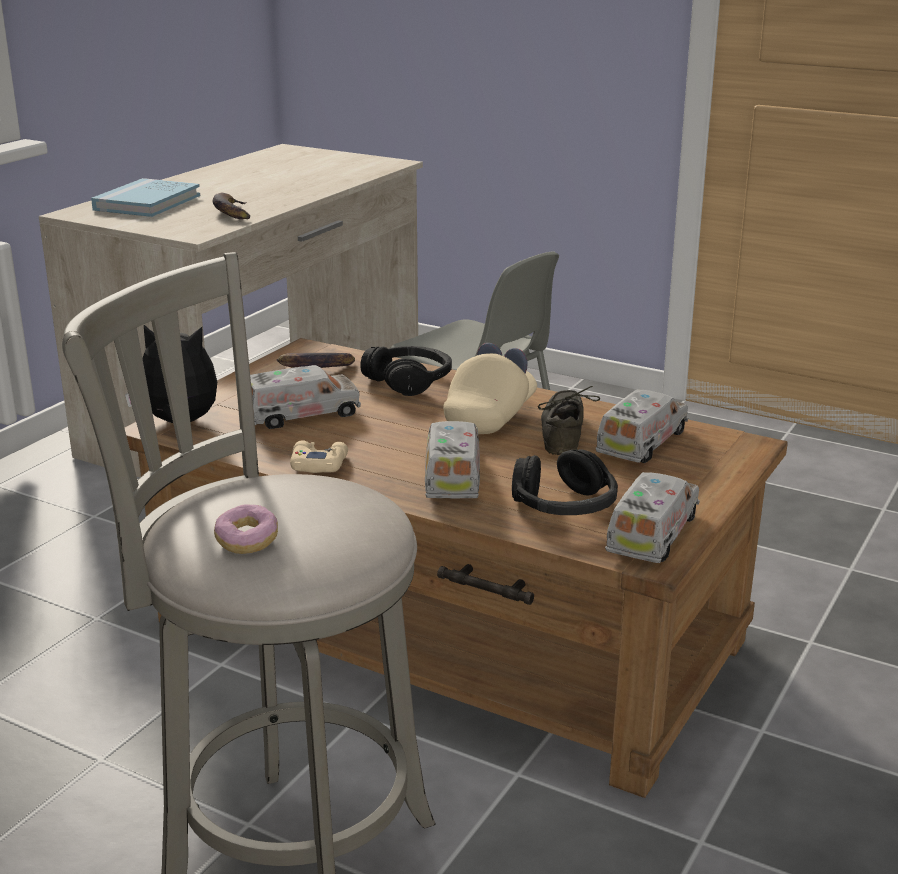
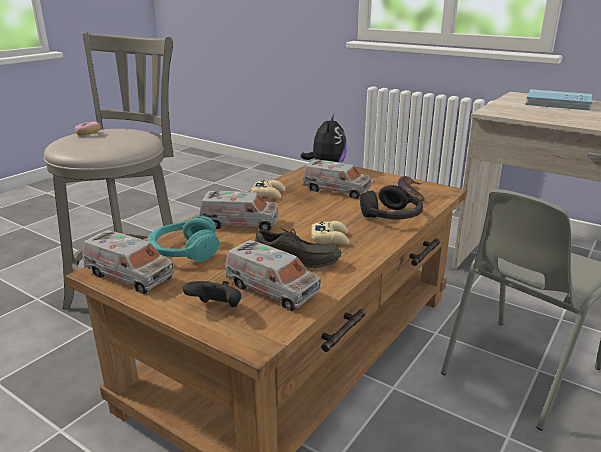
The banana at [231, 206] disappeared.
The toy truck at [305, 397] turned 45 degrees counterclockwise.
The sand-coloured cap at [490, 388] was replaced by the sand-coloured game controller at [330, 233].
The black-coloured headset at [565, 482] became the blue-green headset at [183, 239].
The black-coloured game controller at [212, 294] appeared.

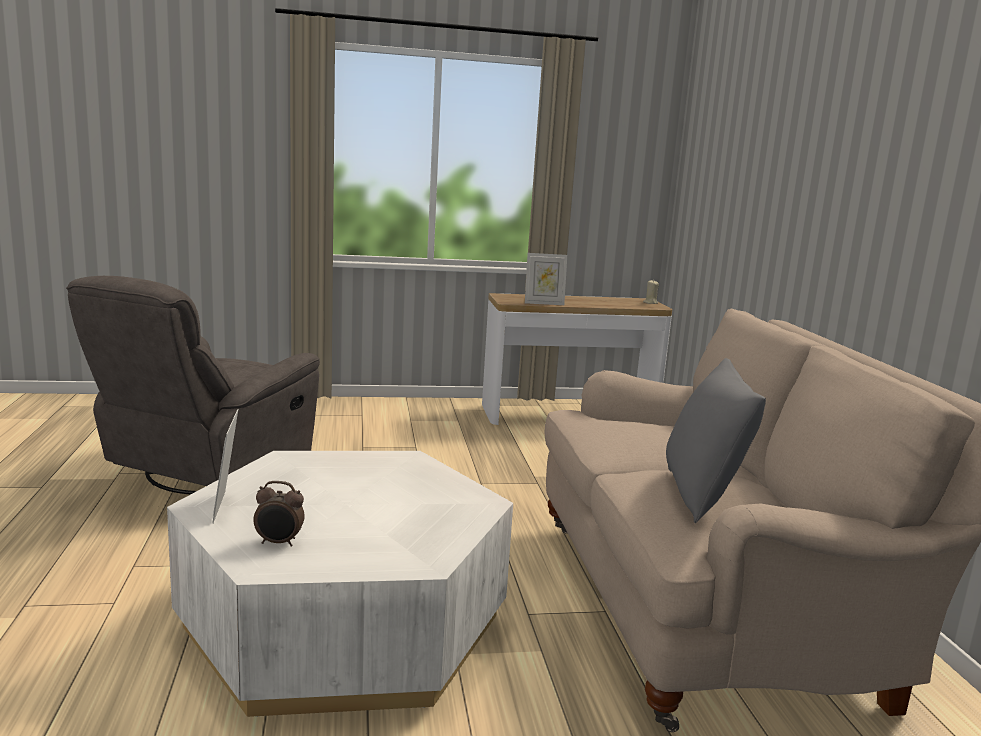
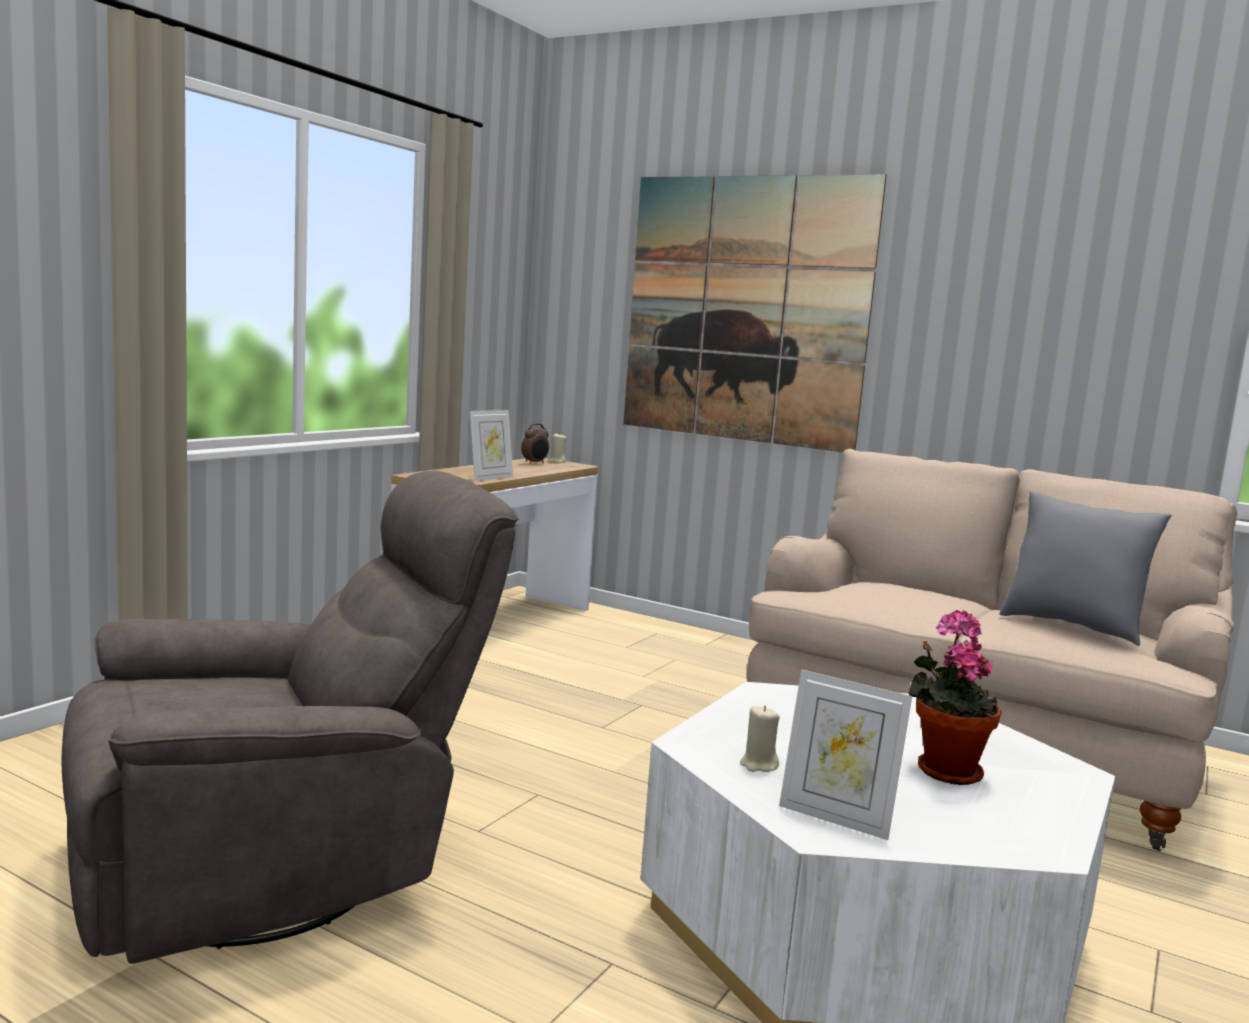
The grey lounge chair at [193, 385] turned 90 degrees counterclockwise.
The bedside clock moved from [278, 514] to [535, 443].
The wall art at [755, 313] appeared.
The sand-coloured wax candle at [760, 738] appeared.
The potted plant at [955, 697] appeared.

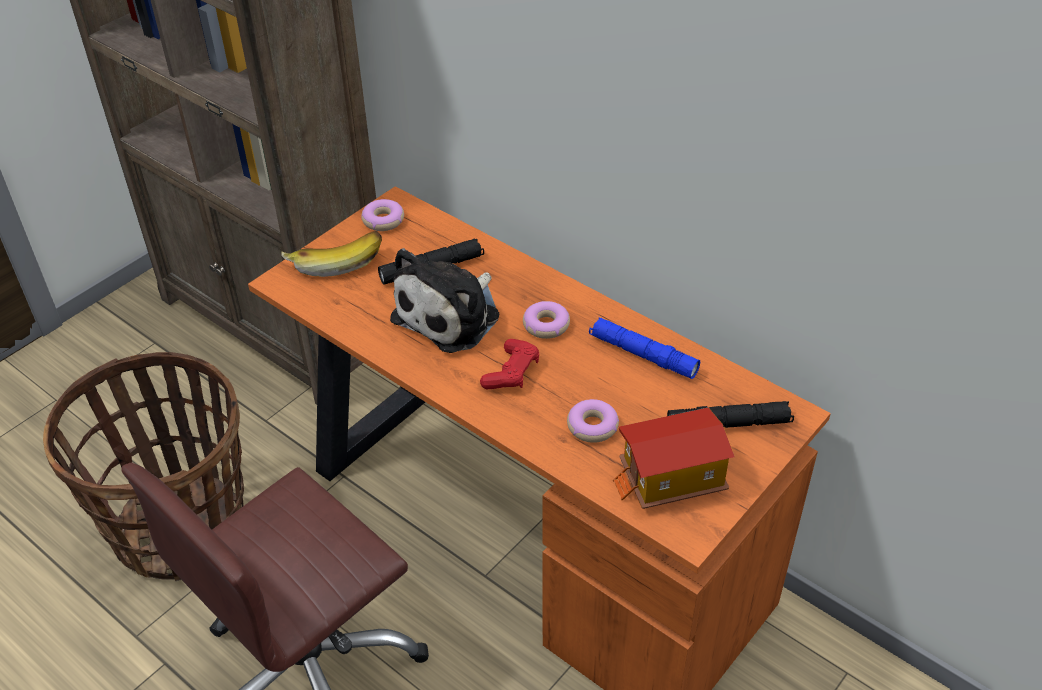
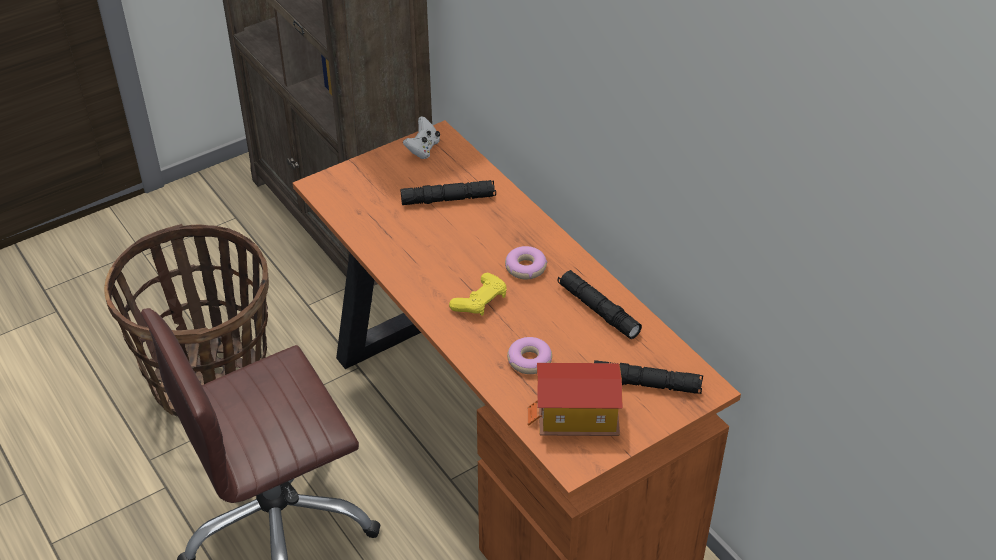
The banana at [331, 254] disappeared.
The donut at [382, 215] was replaced by the whitish game controller at [421, 137].
The plush toy at [444, 300] disappeared.
The red-coloured game controller at [509, 364] became the yellow-coloured game controller at [478, 294].
The blue flashlight at [644, 348] became the black-coloured flashlight at [599, 304].

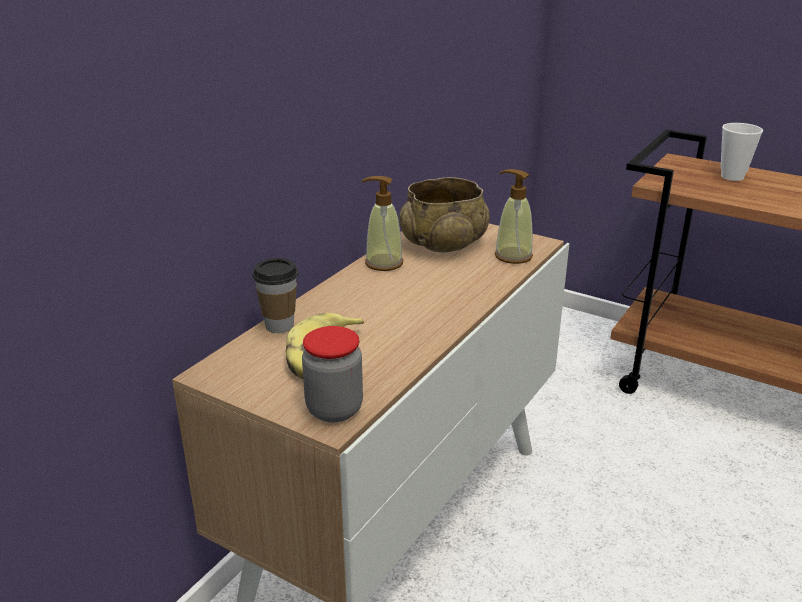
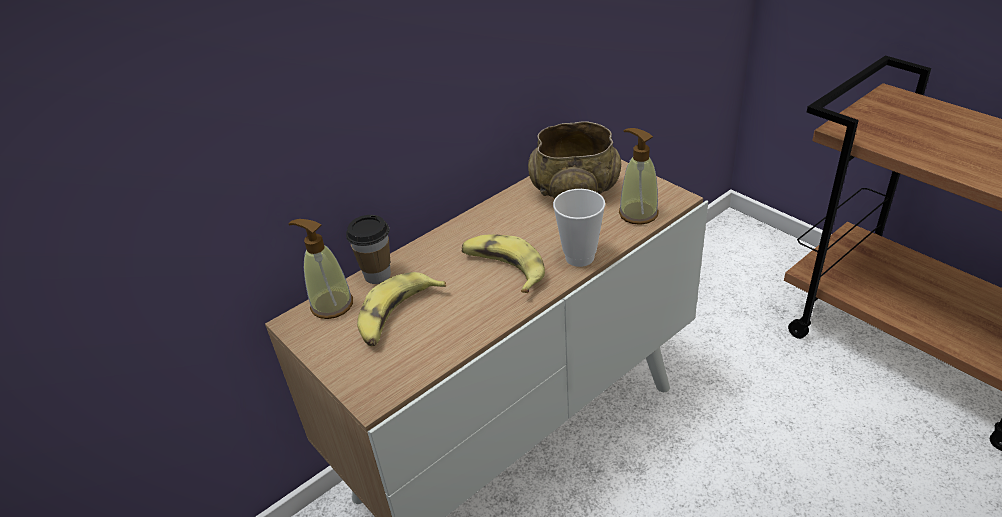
The storage jar at [332, 374] disappeared.
The soap dispenser moved from [382, 223] to [320, 269].
The small cup moved from [742, 152] to [579, 228].
The banana at [503, 263] appeared.

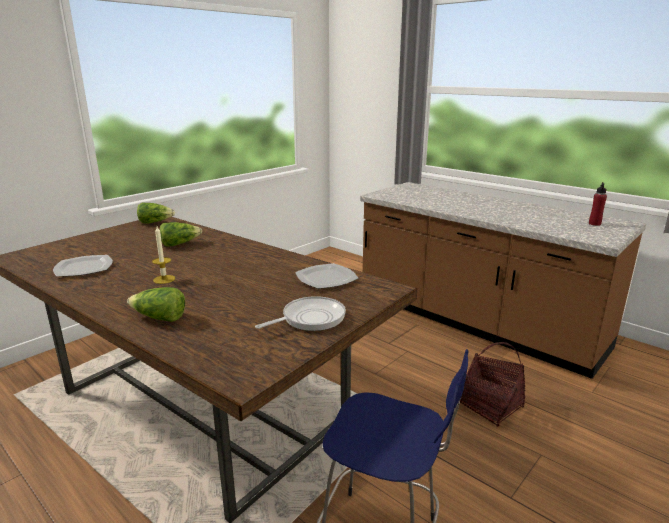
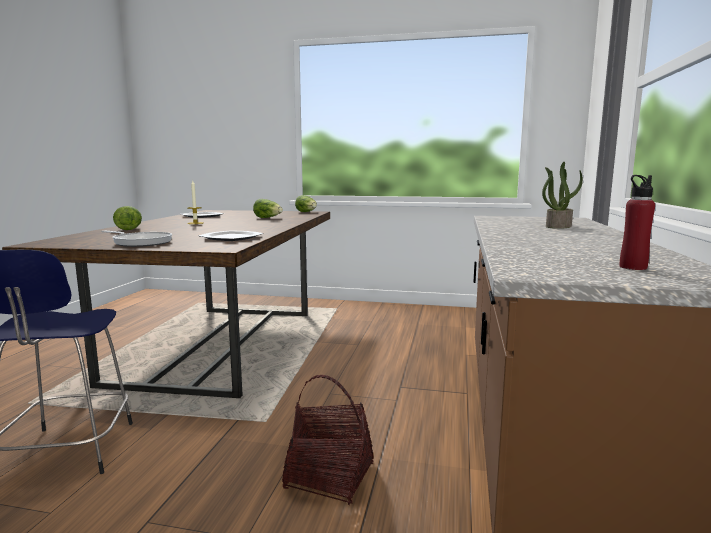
The potted plant at [562, 195] appeared.

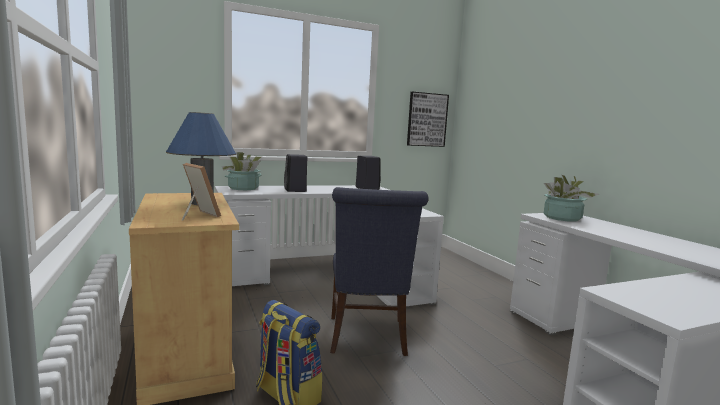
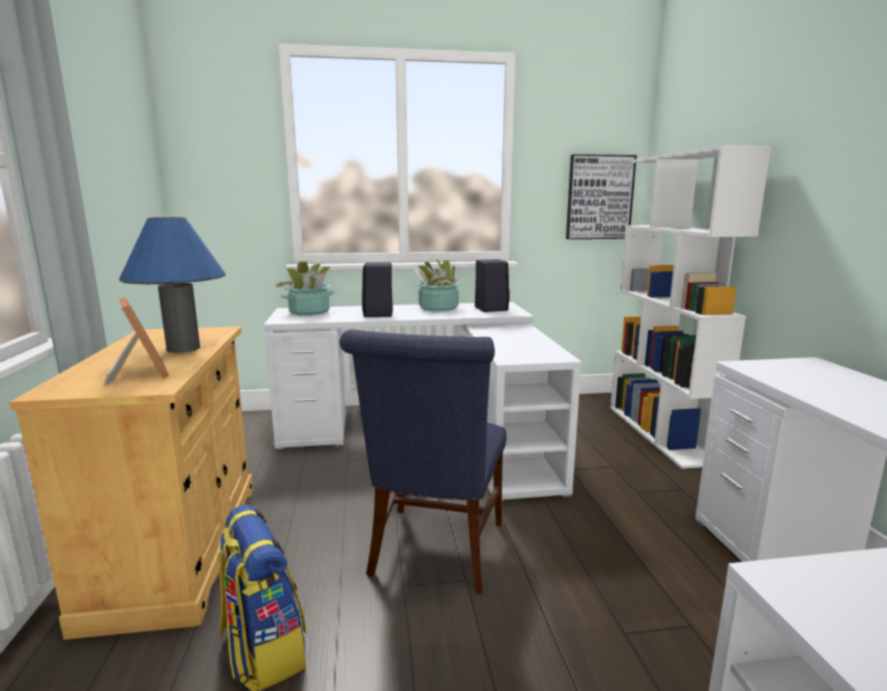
The potted plant moved from [571, 198] to [437, 285].
The whitish bookcase at [690, 307] appeared.

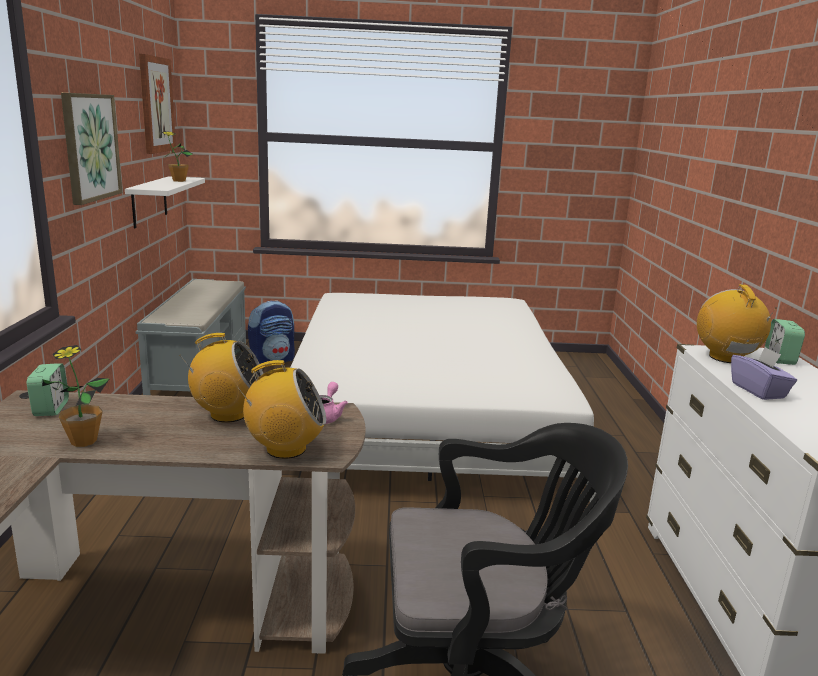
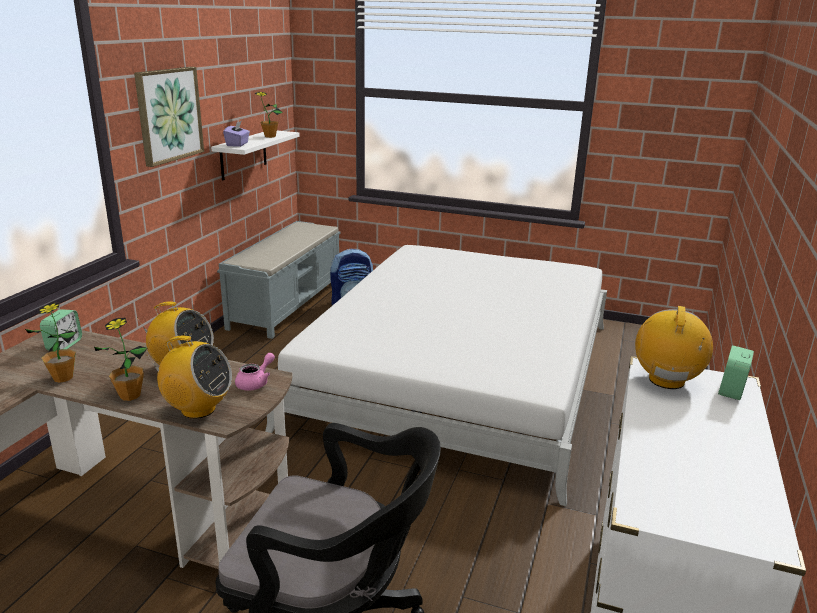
The wall art at [157, 104] disappeared.
The purplish tissue holder moved from [764, 373] to [236, 134].
The potted plant at [120, 359] appeared.

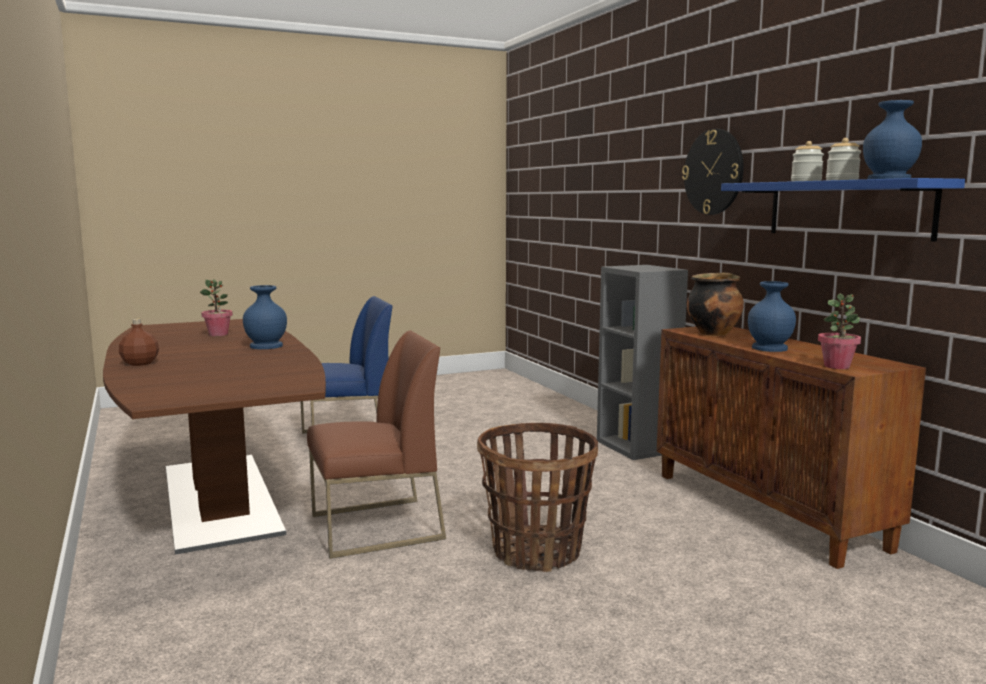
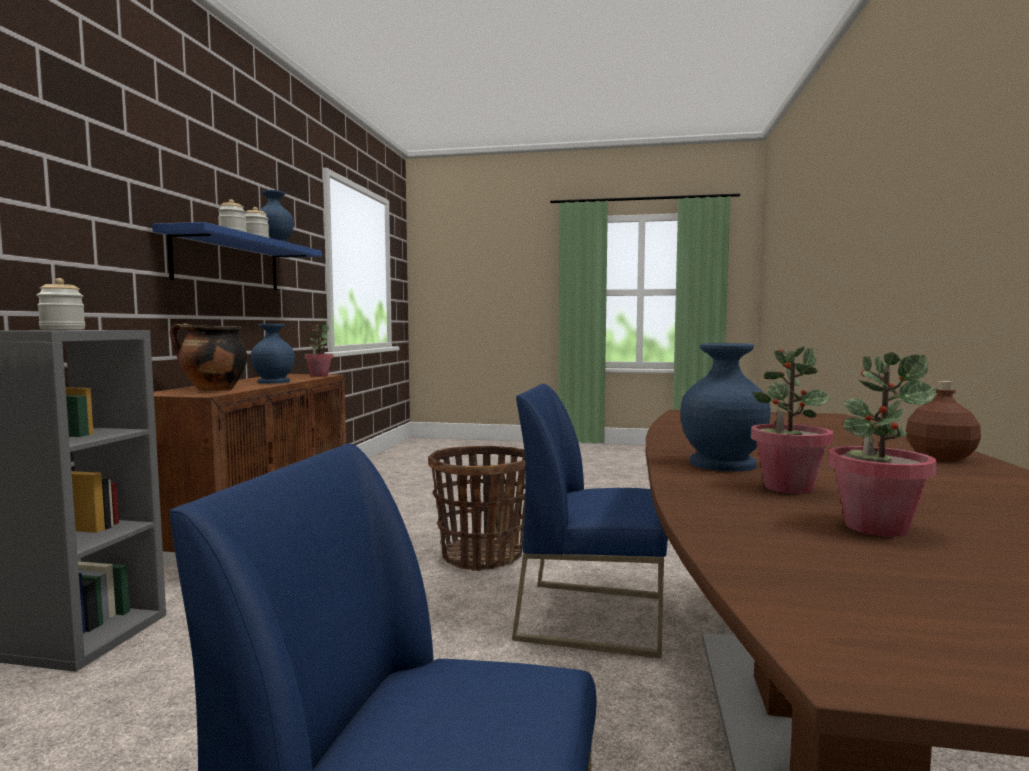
The brown chair at [376, 444] became the blue chair at [590, 521].
The wall clock at [713, 172] disappeared.
The storage jar at [61, 304] appeared.
The potted plant at [792, 420] appeared.

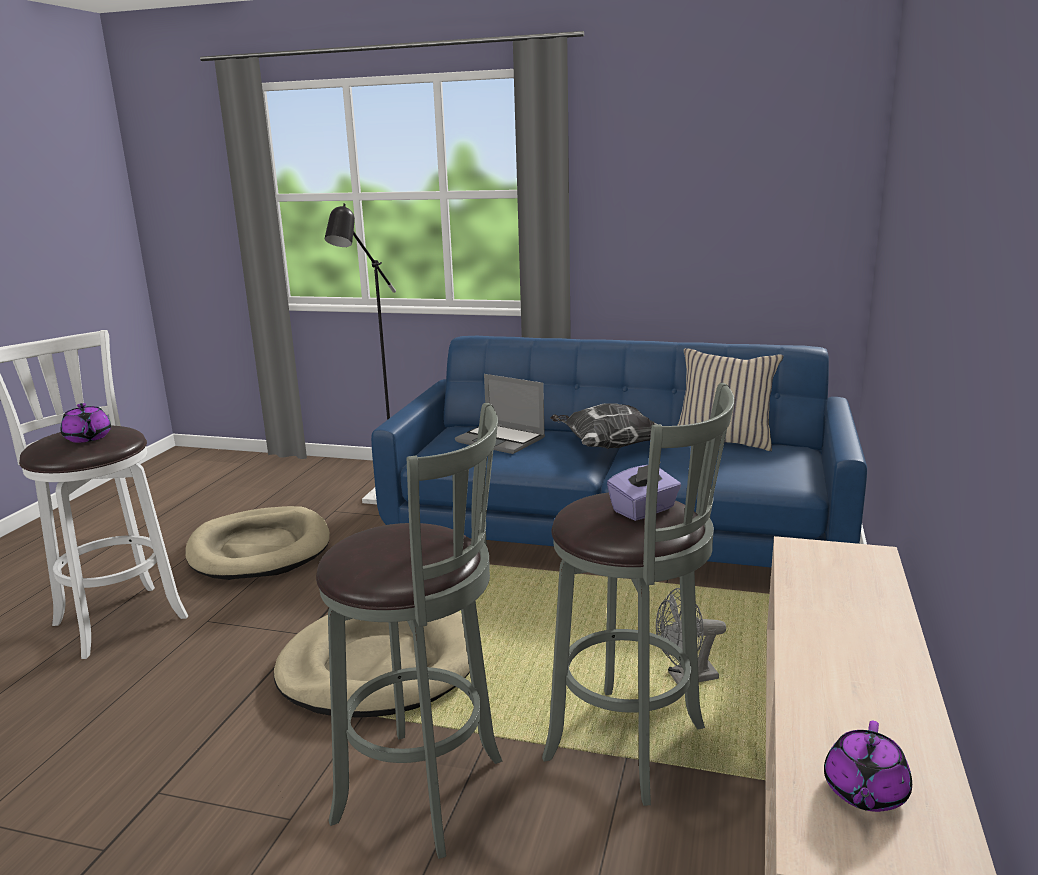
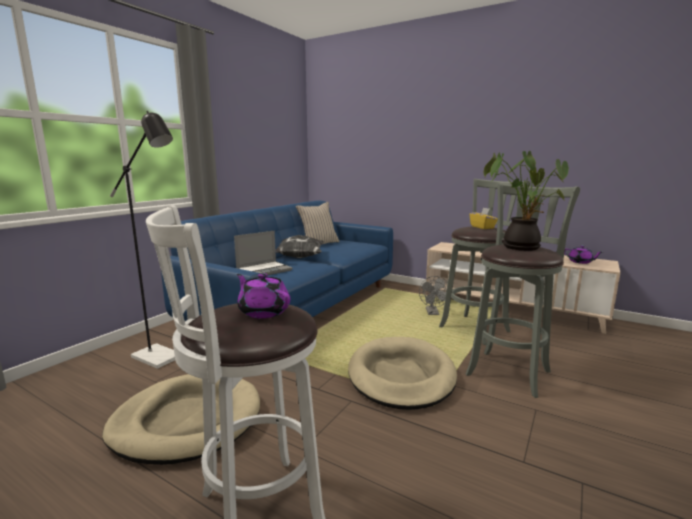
The purplish teapot at [86, 423] turned 120 degrees counterclockwise.
The purplish tissue holder at [644, 491] became the yellow-coloured tissue holder at [484, 218].
The potted plant at [526, 201] appeared.

